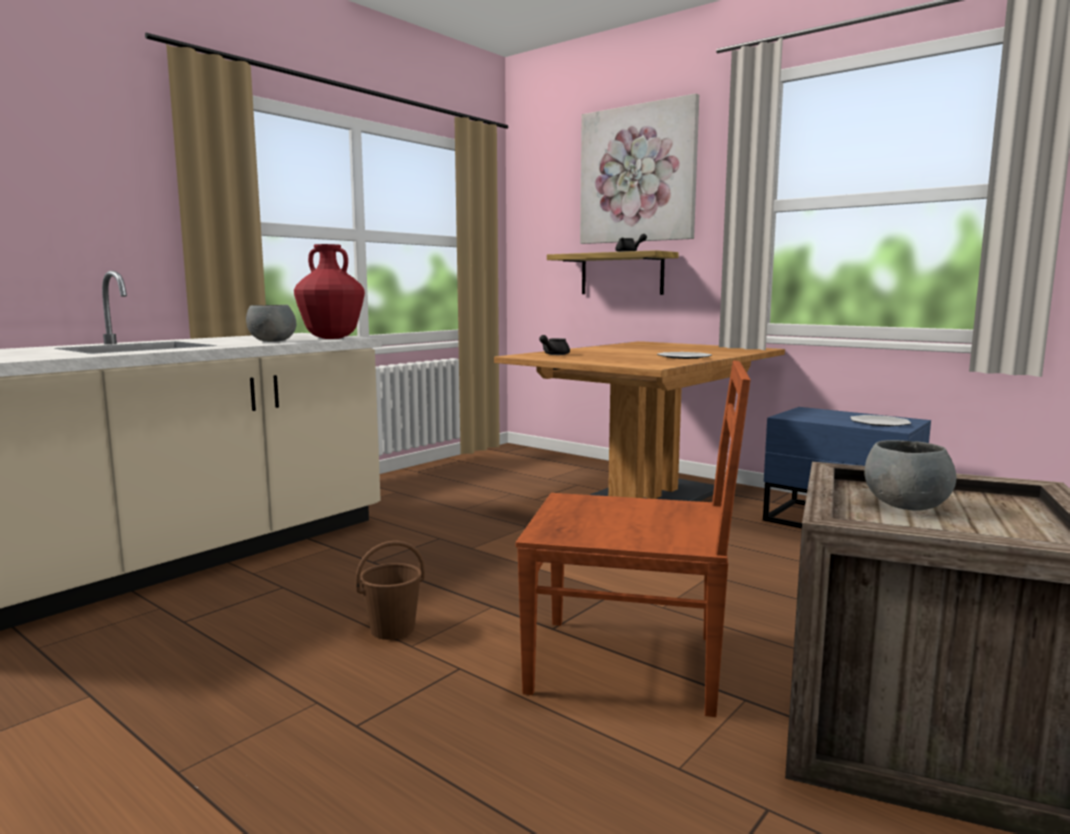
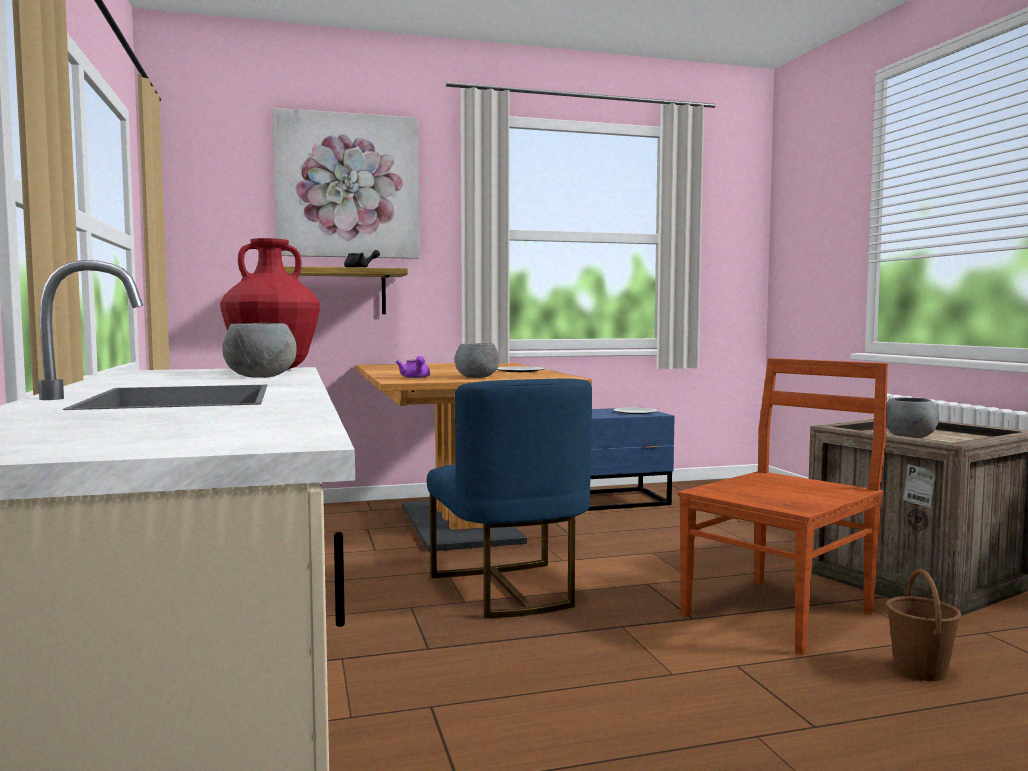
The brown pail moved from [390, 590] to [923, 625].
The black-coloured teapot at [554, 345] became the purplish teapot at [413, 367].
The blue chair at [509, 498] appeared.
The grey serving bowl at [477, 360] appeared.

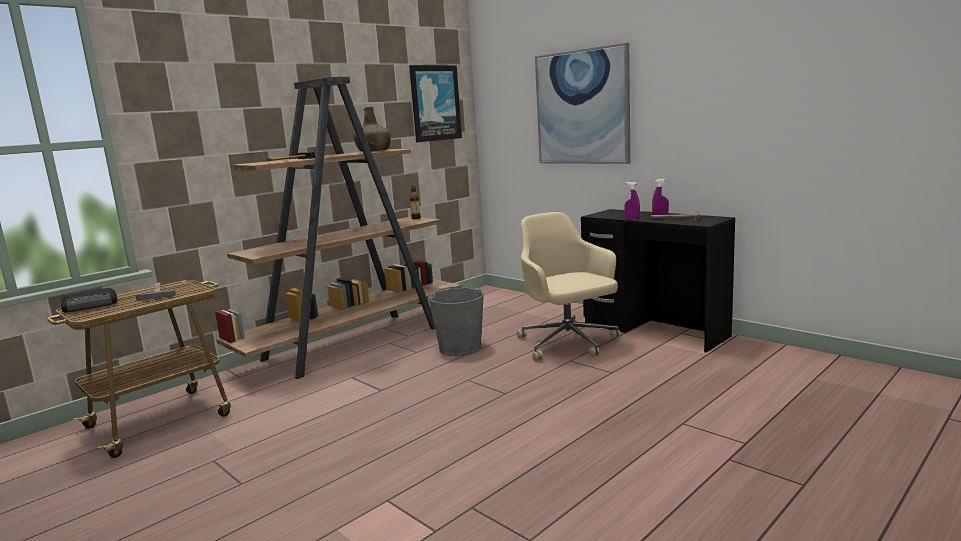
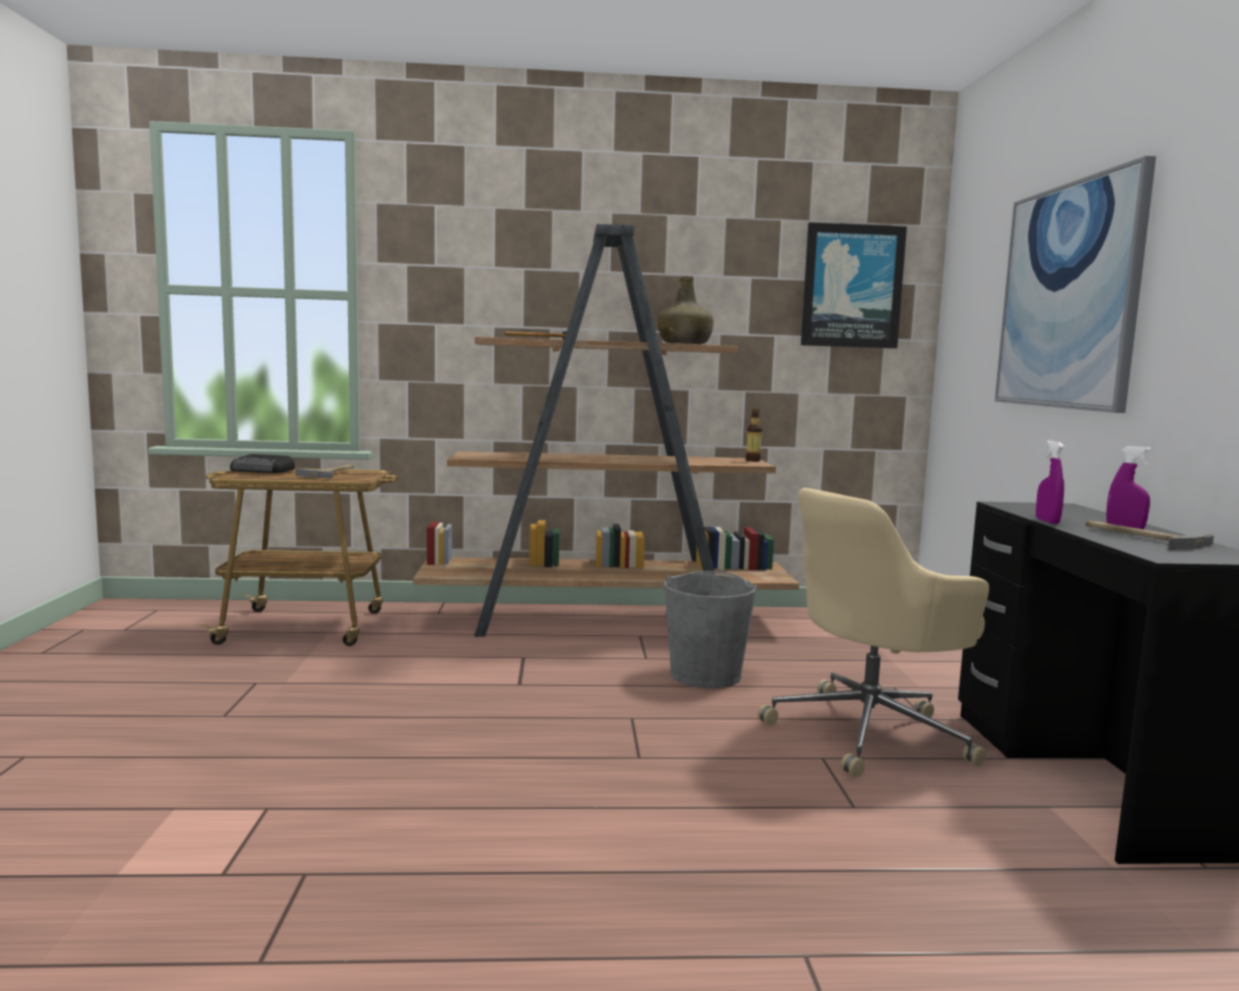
The sand-coloured computer chair at [568, 286] turned 135 degrees counterclockwise.

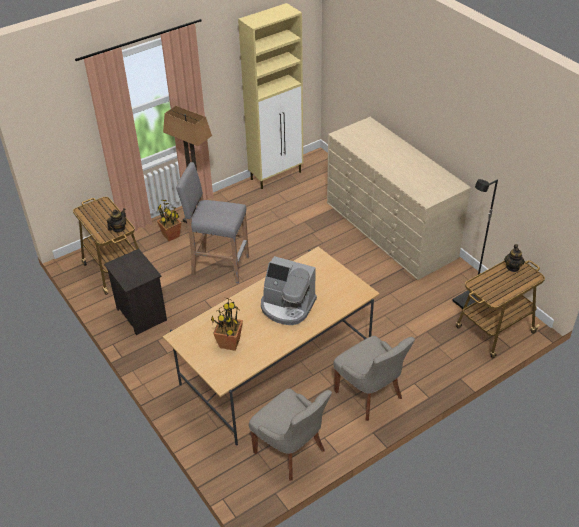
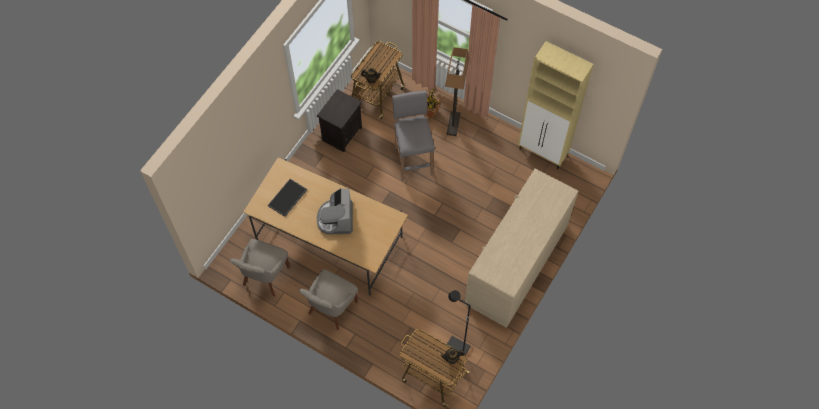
The potted plant at [227, 324] was replaced by the serving tray at [287, 198].

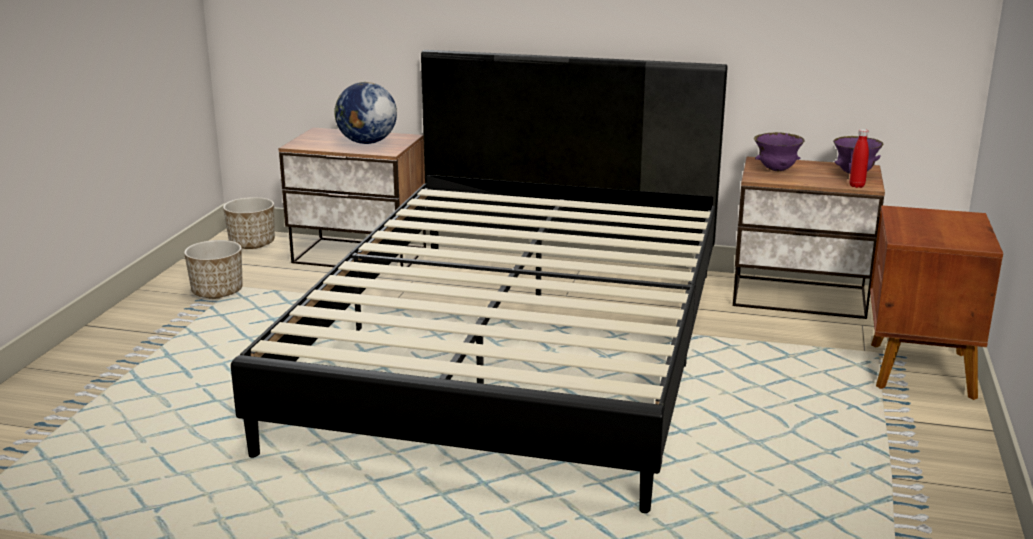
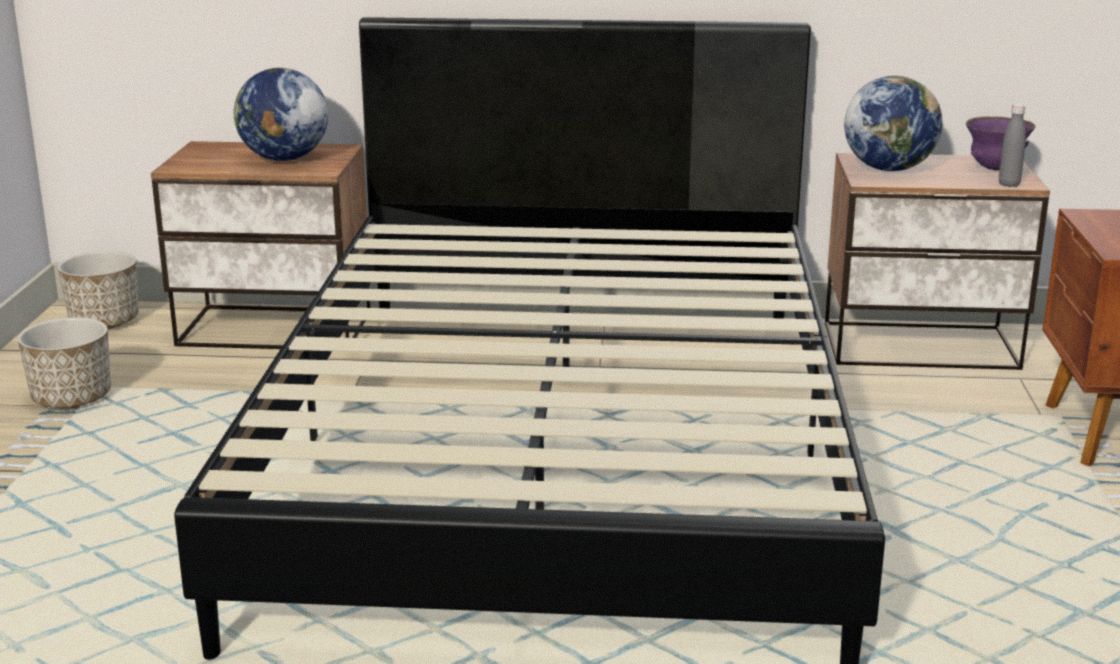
The purplish serving bowl at [779, 151] was replaced by the world globe at [893, 123].
The red-coloured beverage bottle at [859, 158] became the grey beverage bottle at [1012, 145].

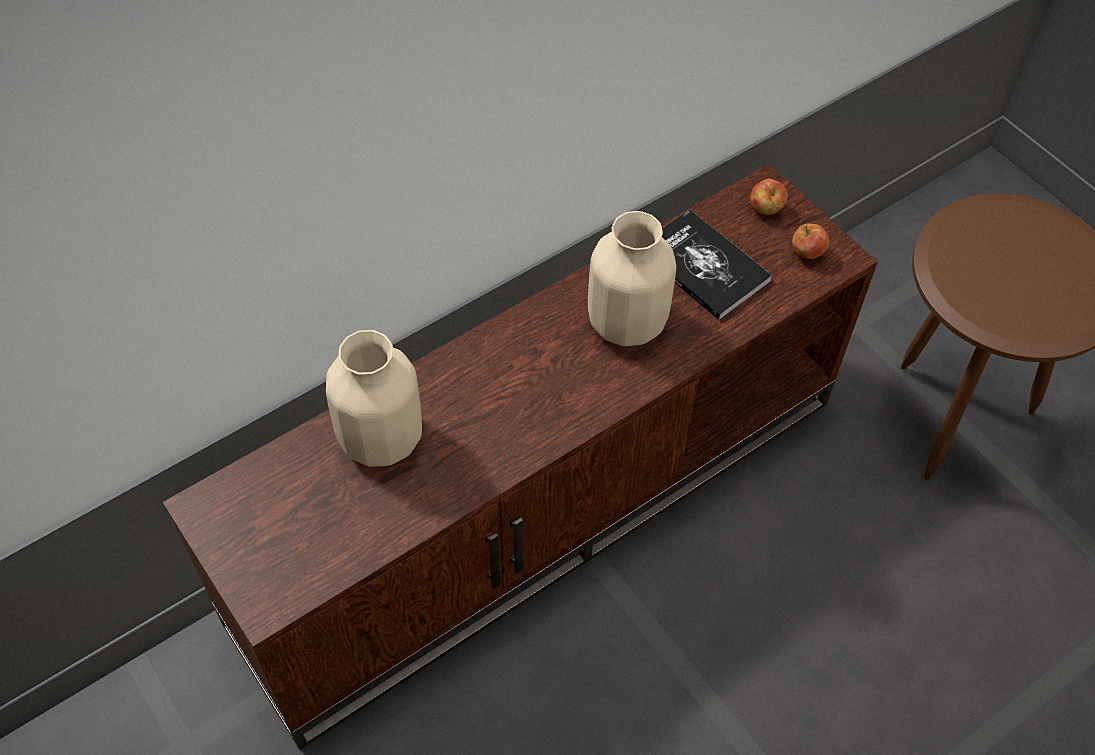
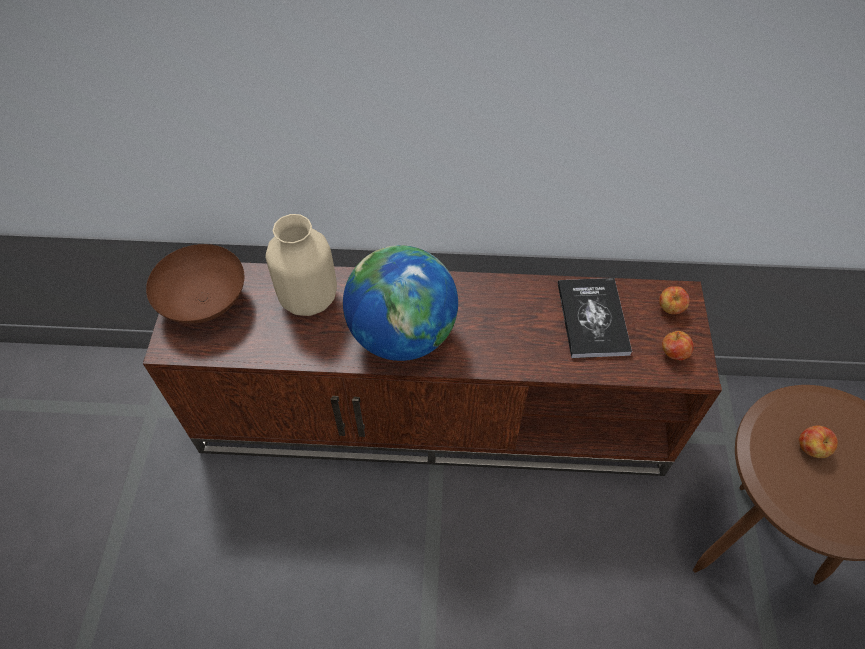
The sand-coloured vase at [632, 278] disappeared.
The brown serving bowl at [195, 284] appeared.
The world globe at [400, 303] appeared.
The apple at [818, 442] appeared.

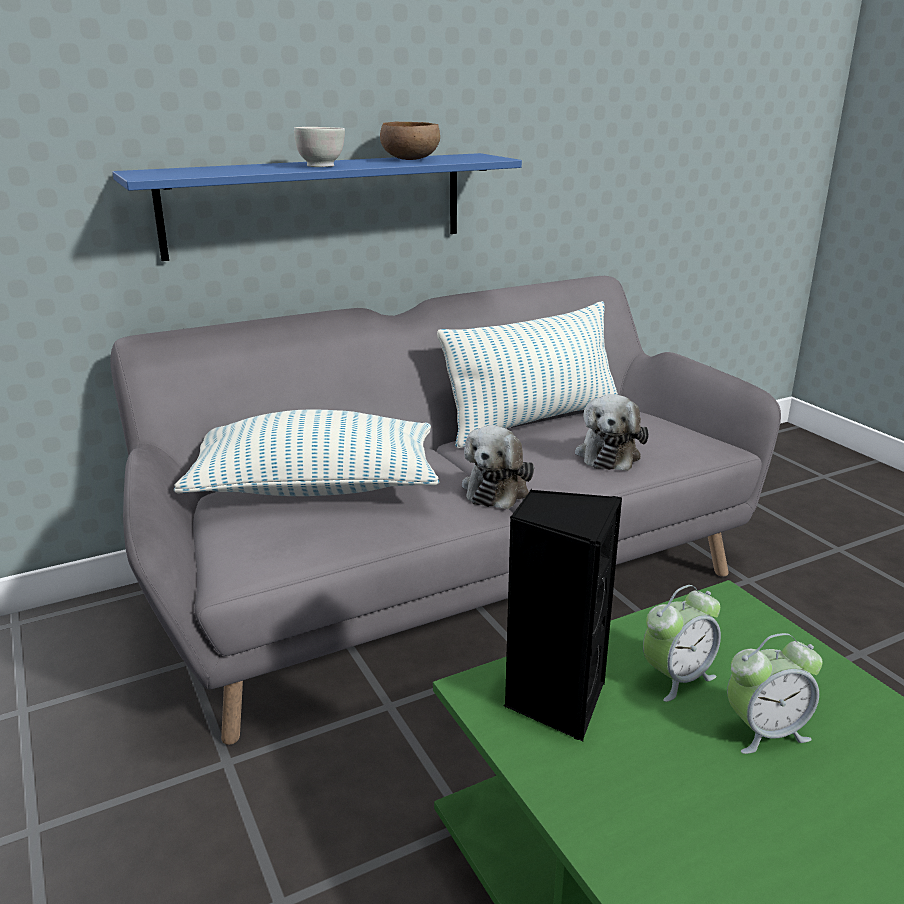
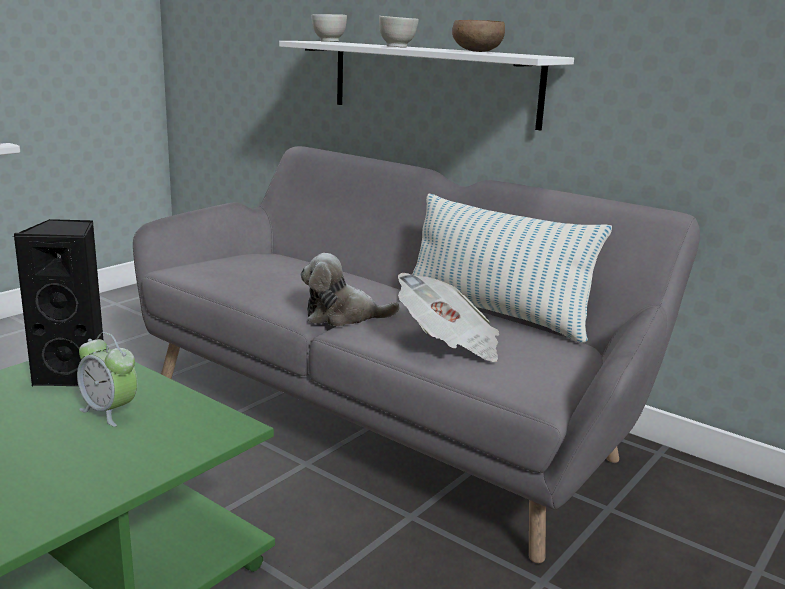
The blue shelf at [317, 207] became the whitish shelf at [426, 86].
The cushion at [306, 453] disappeared.
The plush toy at [612, 432] was replaced by the printed paper at [448, 317].
The bedside clock at [774, 693] disappeared.
The whitish serving bowl at [329, 28] appeared.

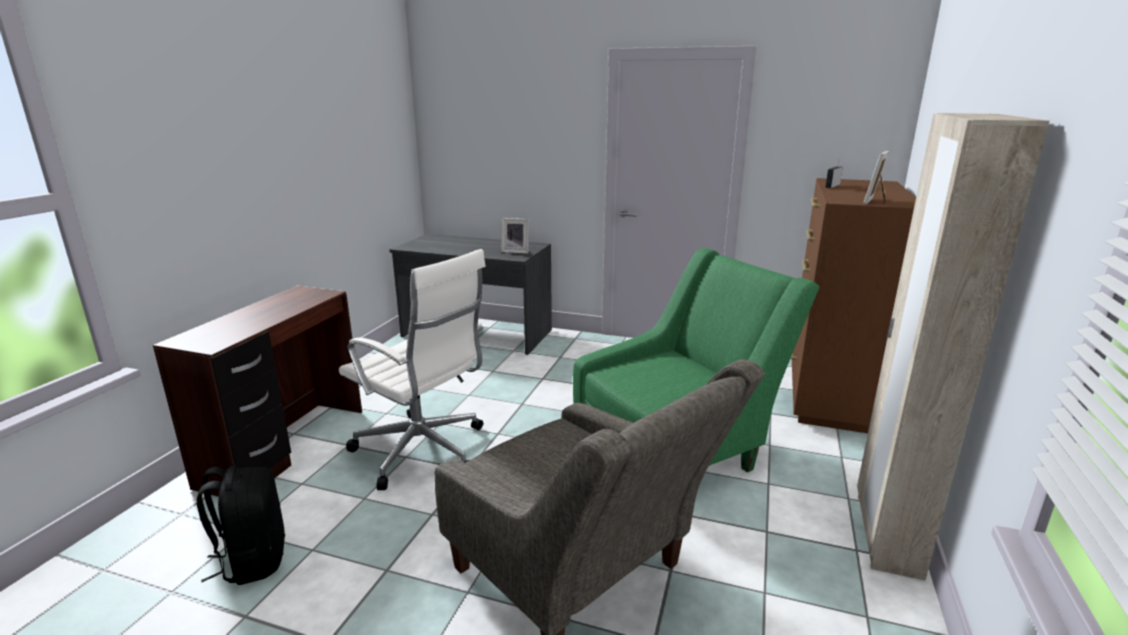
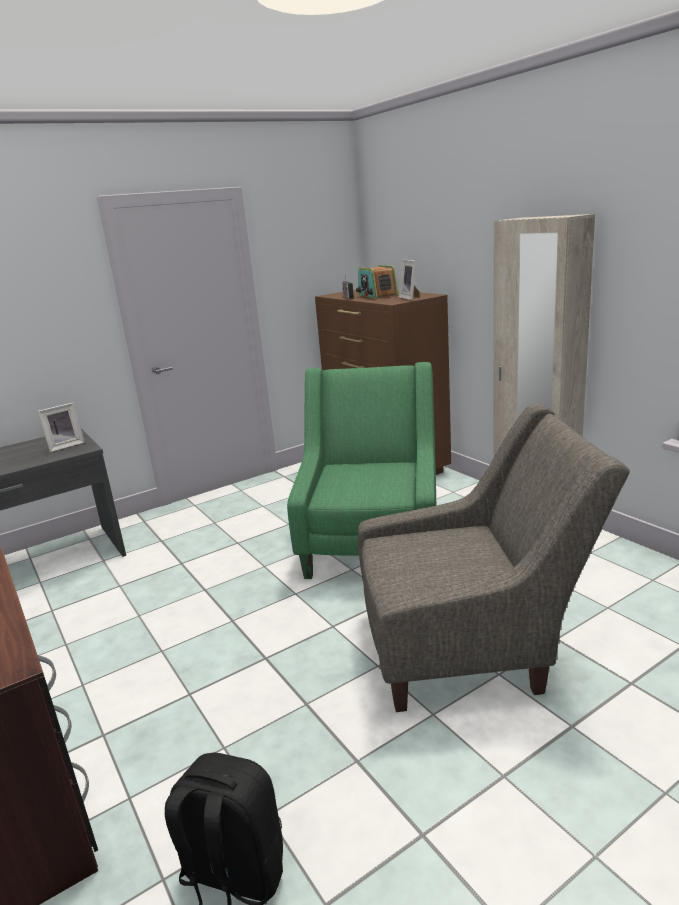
The whitish computer chair at [412, 369] disappeared.
The radio set at [377, 282] appeared.

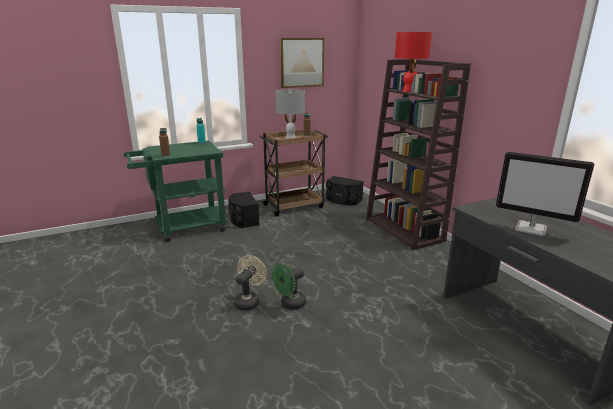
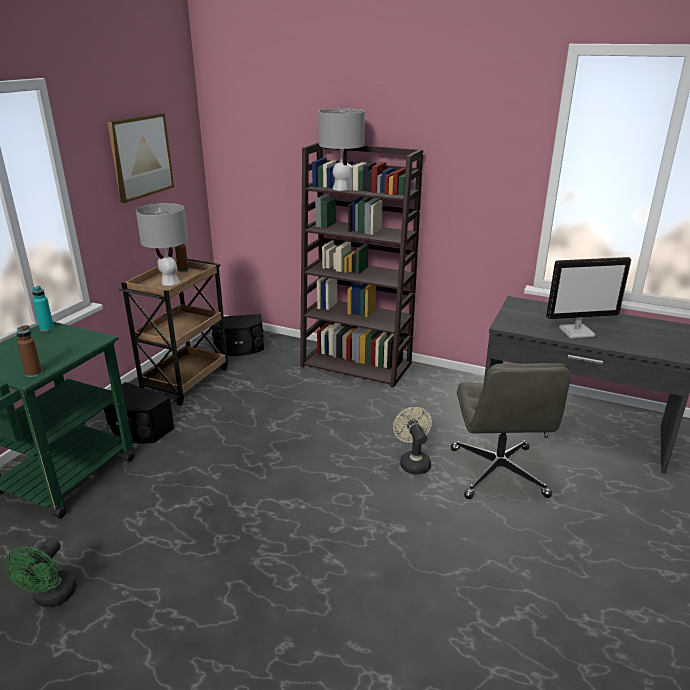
The sand-coloured fan moved from [250, 283] to [412, 440].
The green fan moved from [289, 286] to [41, 572].
The red-coloured lamp for a table at [413, 61] became the grey lamp for a table at [341, 149].
The grey computer chair at [511, 431] appeared.

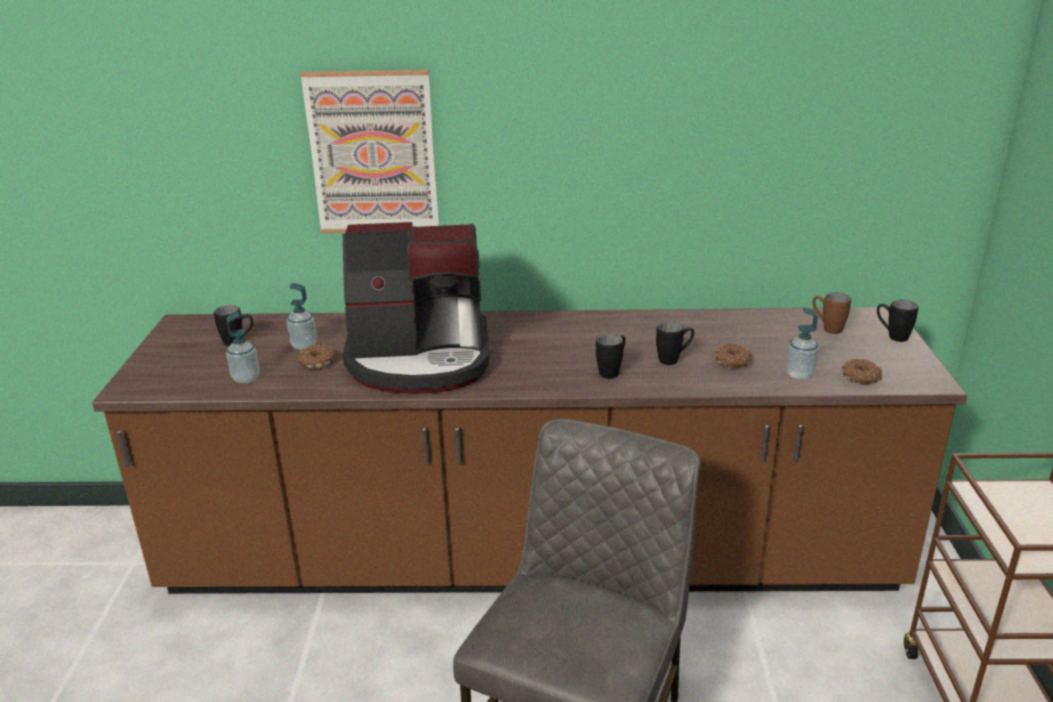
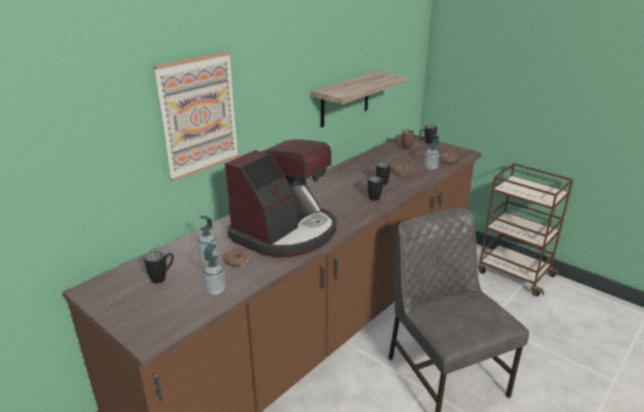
The shelf at [359, 99] appeared.

